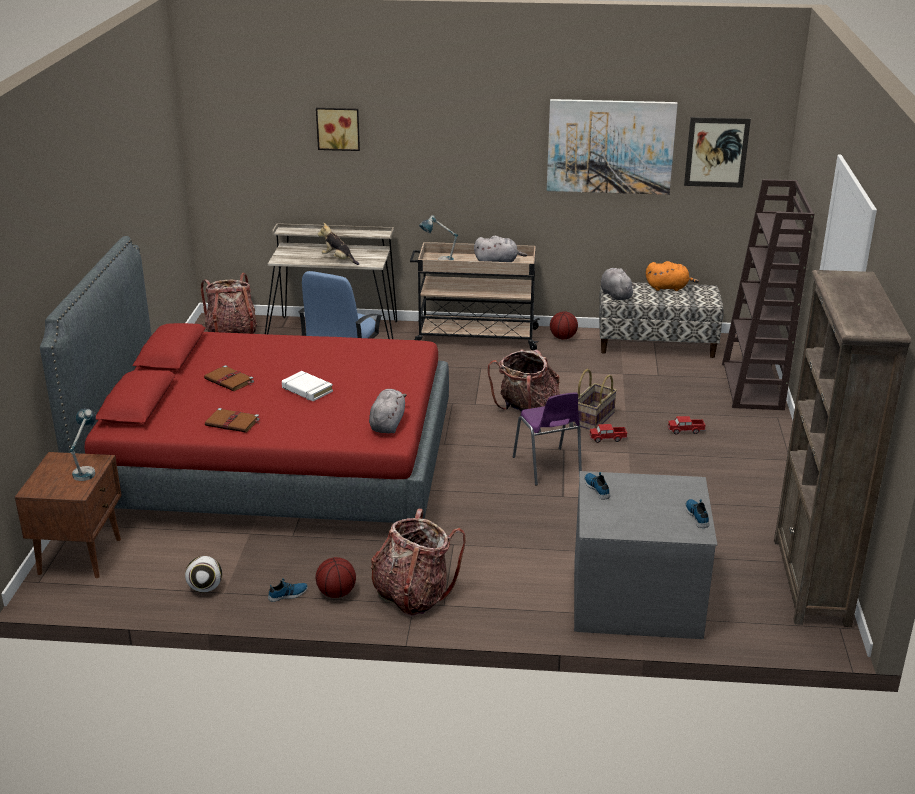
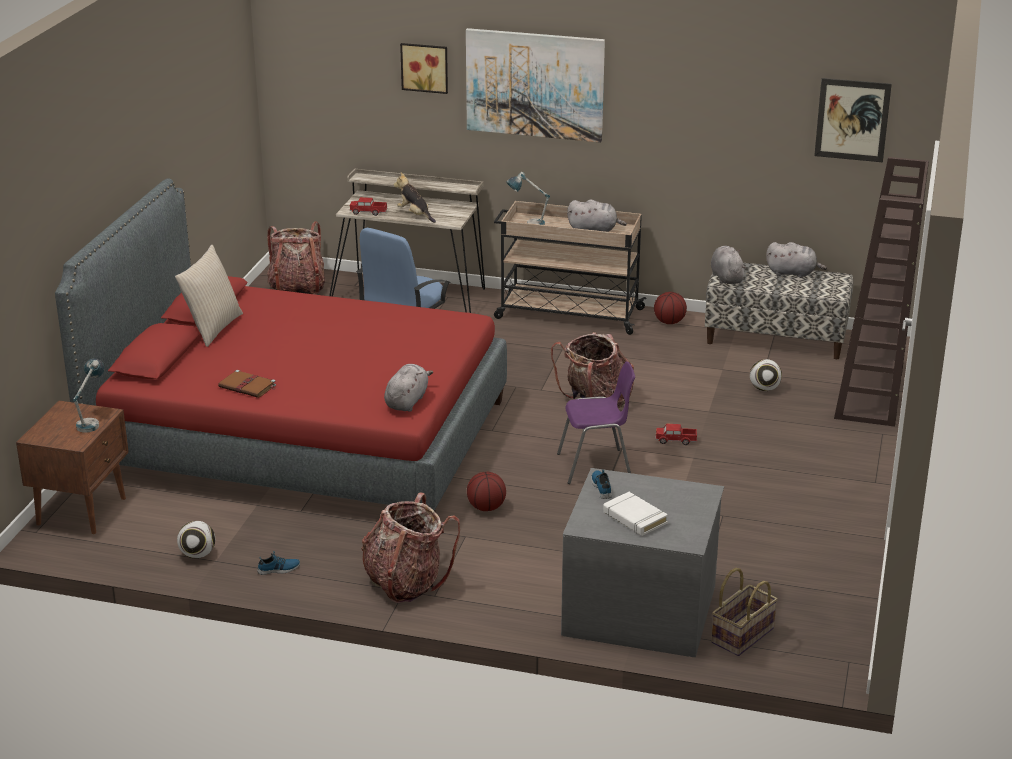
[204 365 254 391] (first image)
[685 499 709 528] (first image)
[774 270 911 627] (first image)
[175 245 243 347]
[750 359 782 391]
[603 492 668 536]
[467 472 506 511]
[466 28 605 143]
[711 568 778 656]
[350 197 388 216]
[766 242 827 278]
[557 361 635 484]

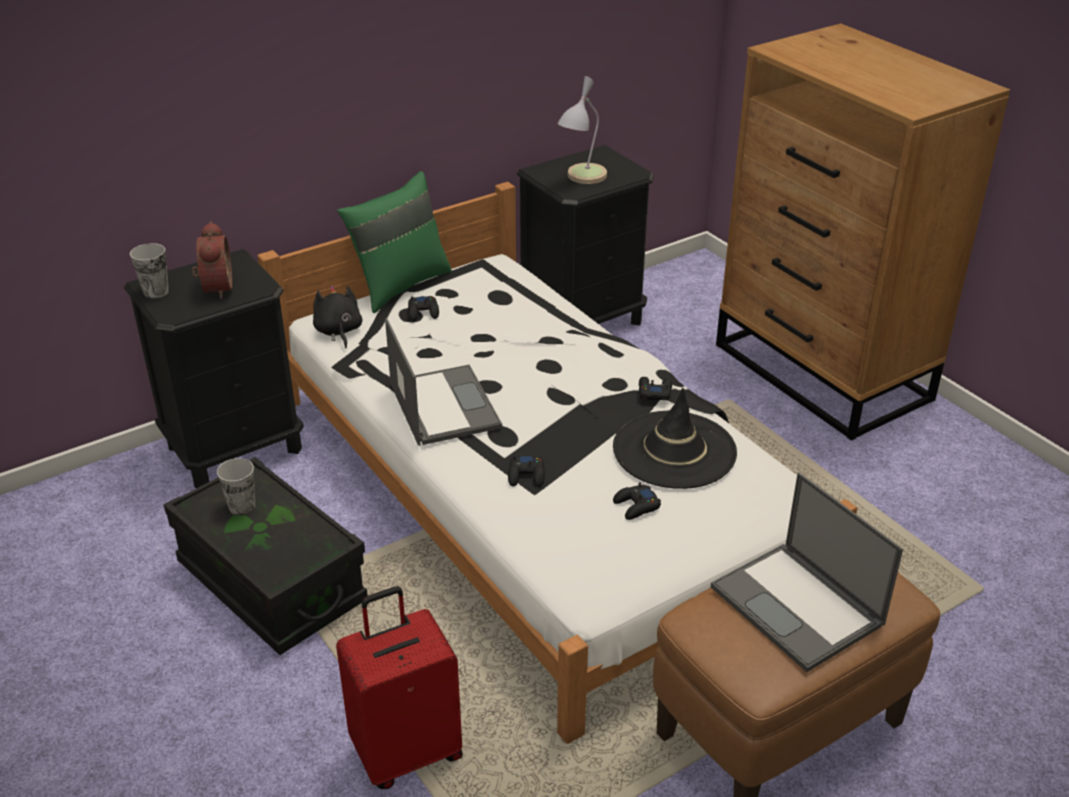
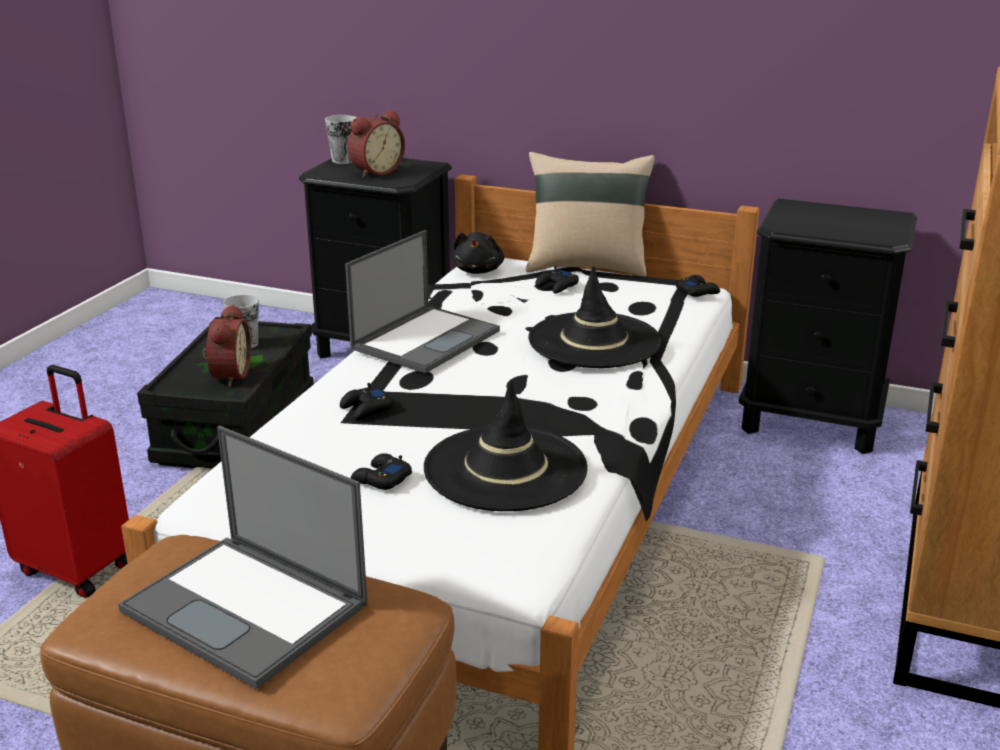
[558 76 607 184] (first image)
[203 304 251 386]
[528 266 662 368]
[676 275 720 297]
[526 152 655 277]
[453 232 504 274]
[118 426 367 689]

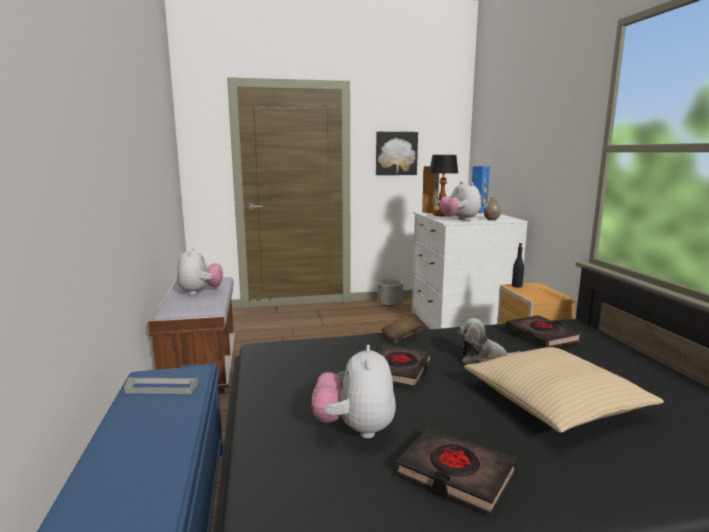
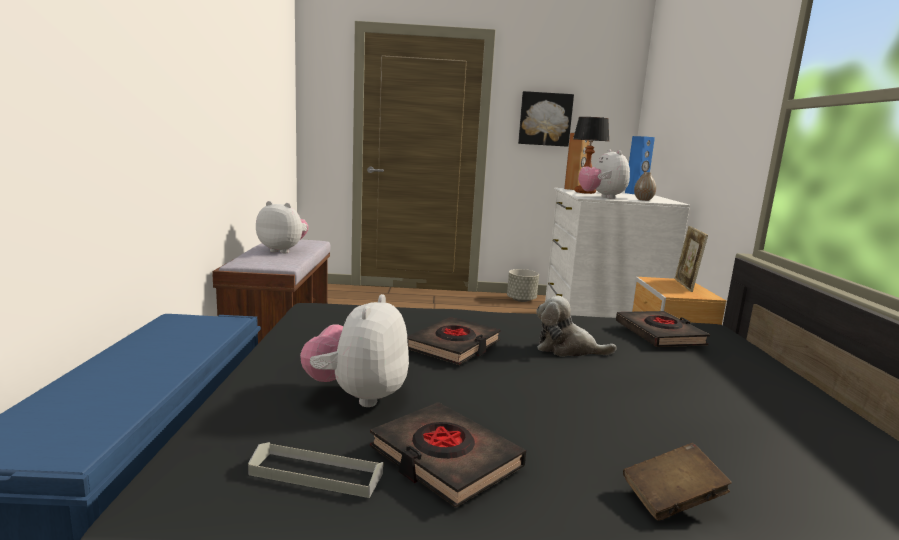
[464 347 664 433] (first image)
[512 243 524 288] (first image)
[675 226 708 292]
[248 442 383 498]
[623 443 732 521]
[256 201 309 253]

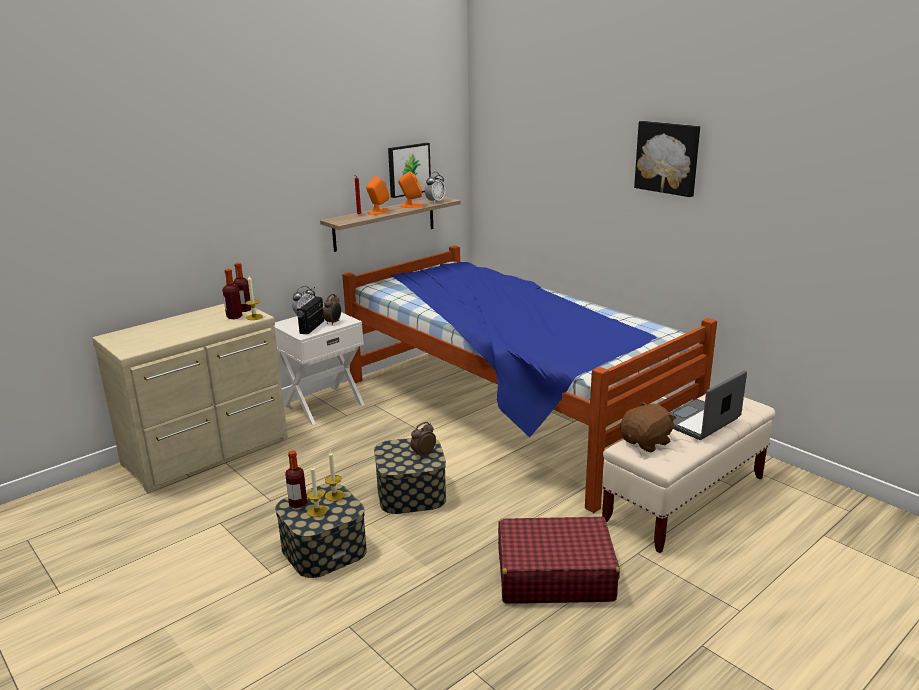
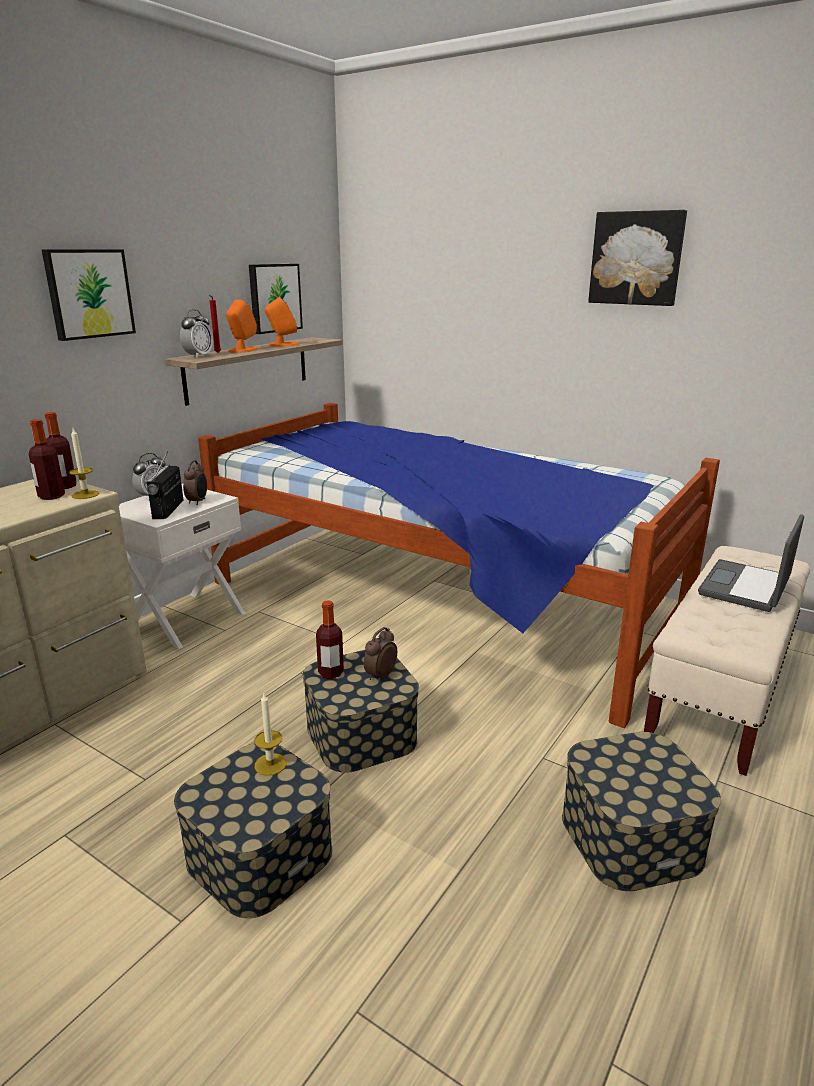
[307 465 327 517] (first image)
[620 402 676 453] (first image)
[42 249 136 341]
[316 600 344 679]
[180 309 213 358]
[562 732 721 891]

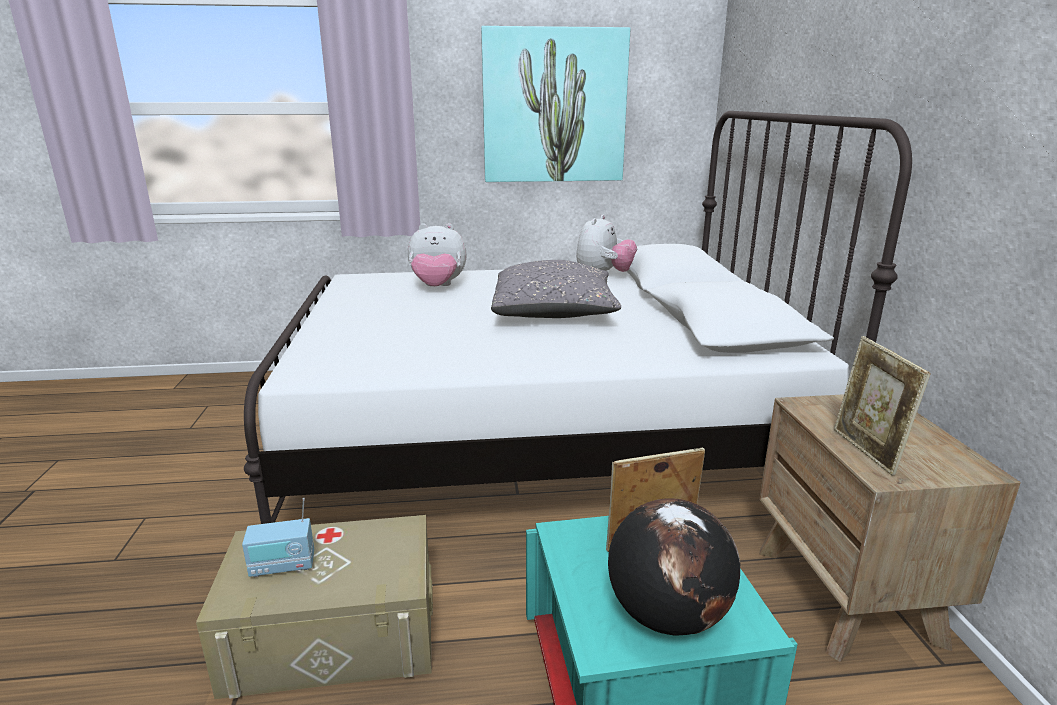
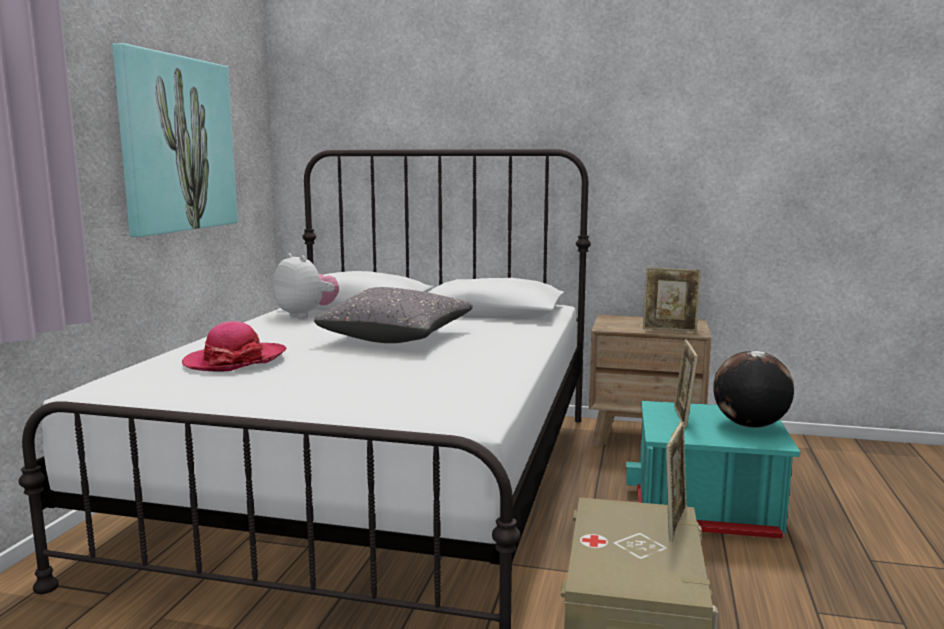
[242 498 314 577] (first image)
[666 422 687 542]
[182 321 286 372]

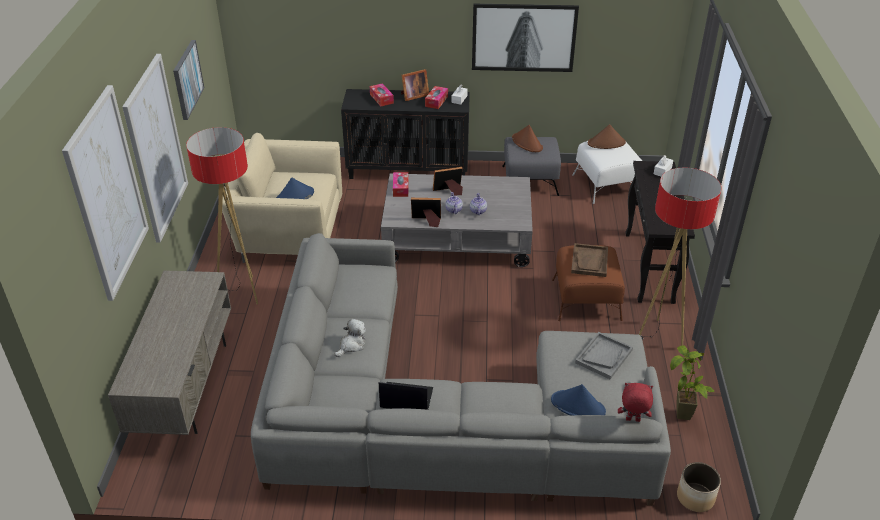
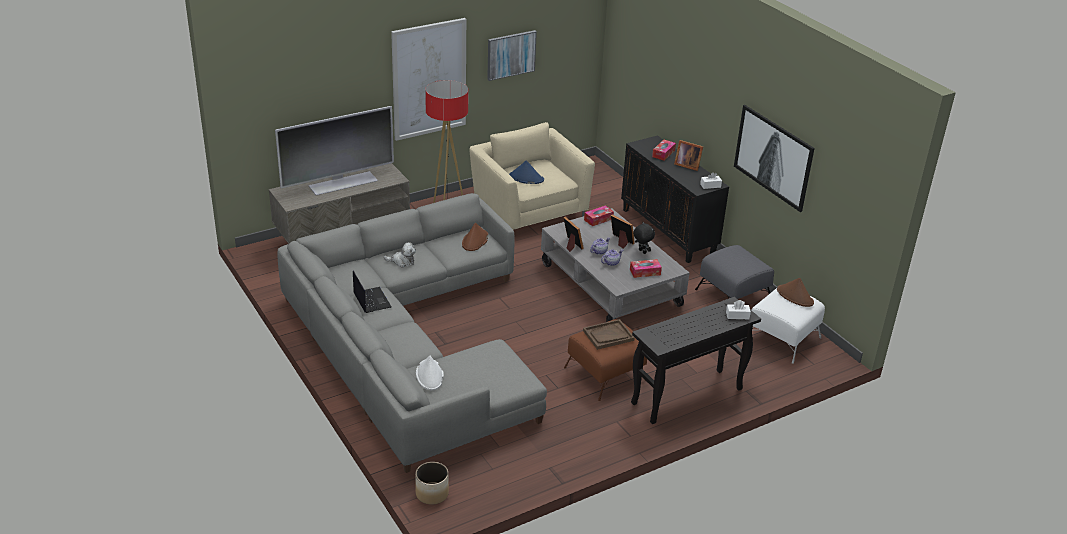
[62 85 149 301] (first image)
[575 332 633 379] (first image)
[618 383 653 422] (first image)
[639 168 722 346] (first image)
[670 345 714 420] (first image)
[275 106 394 195]
[633 222 655 254]
[630 259 662 278]
[462 222 488 251]
[416 356 444 390]

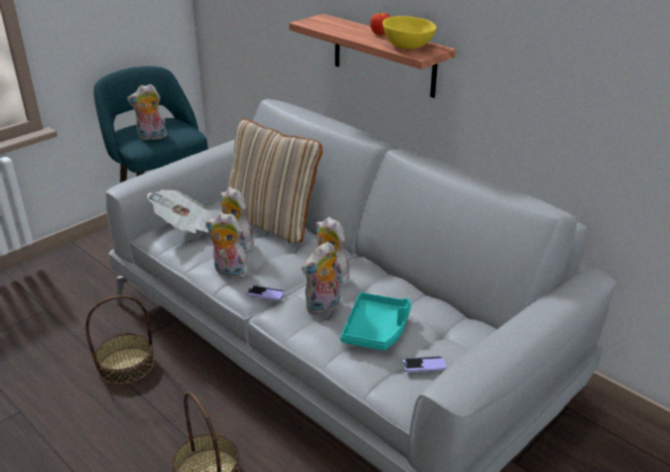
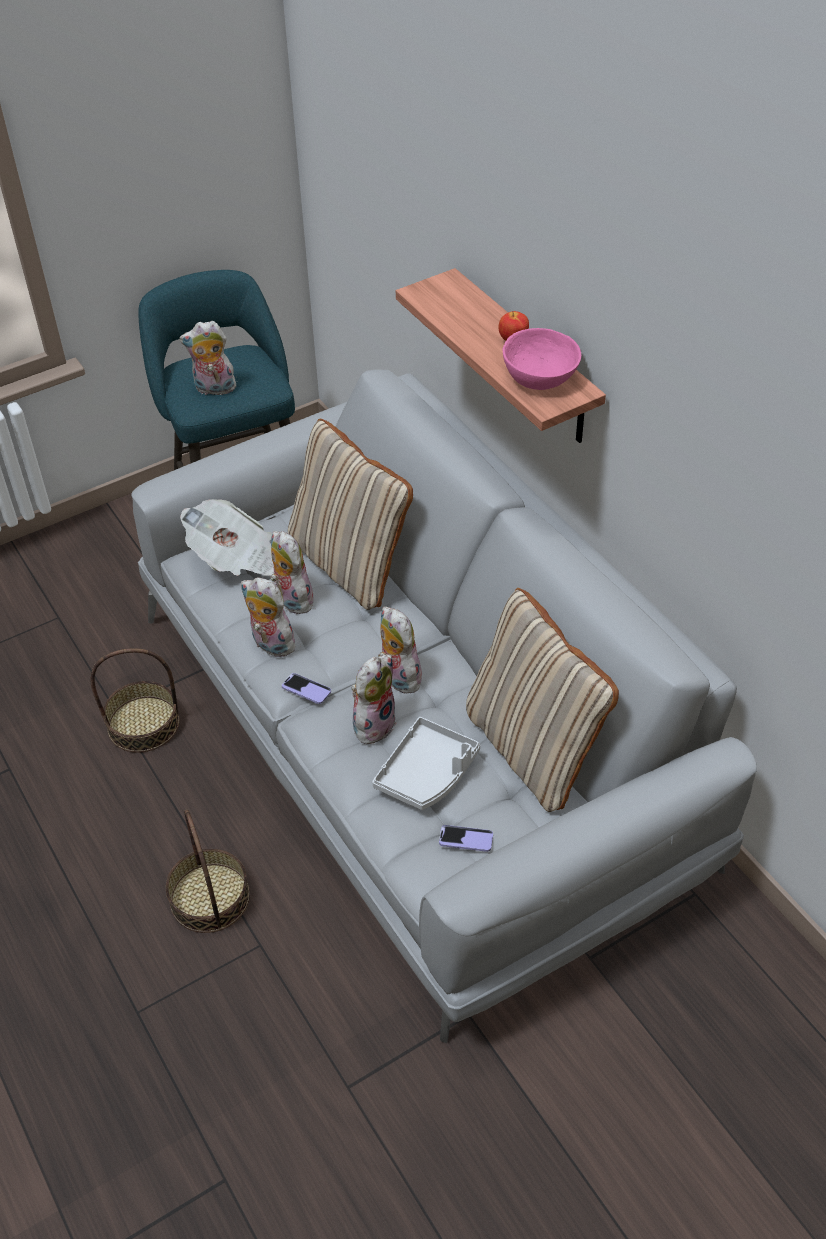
[466 588 619 812]
[372 717 480 810]
[503 328 581 390]
[351 654 397 745]

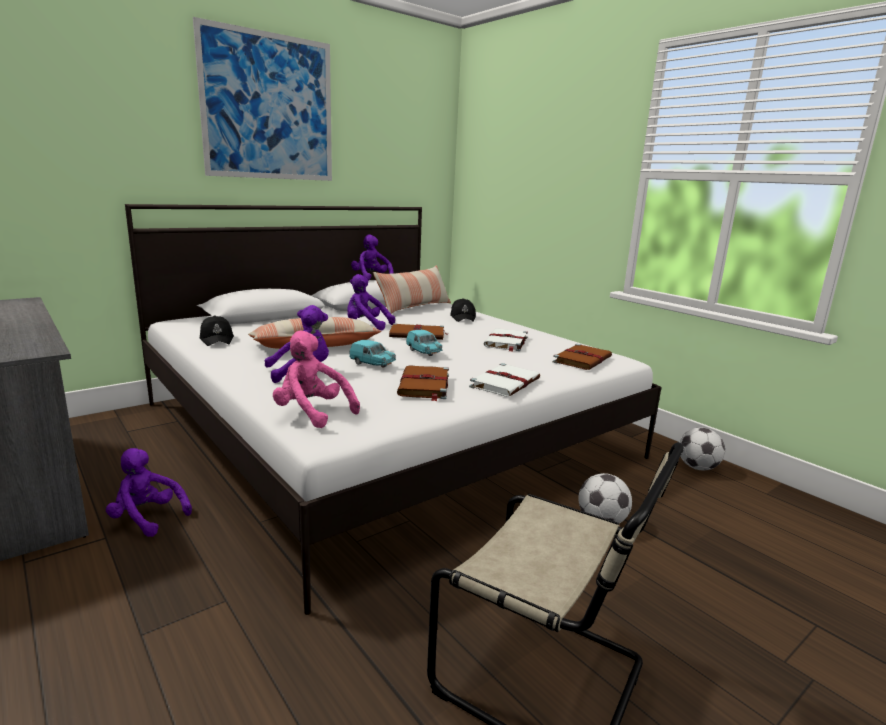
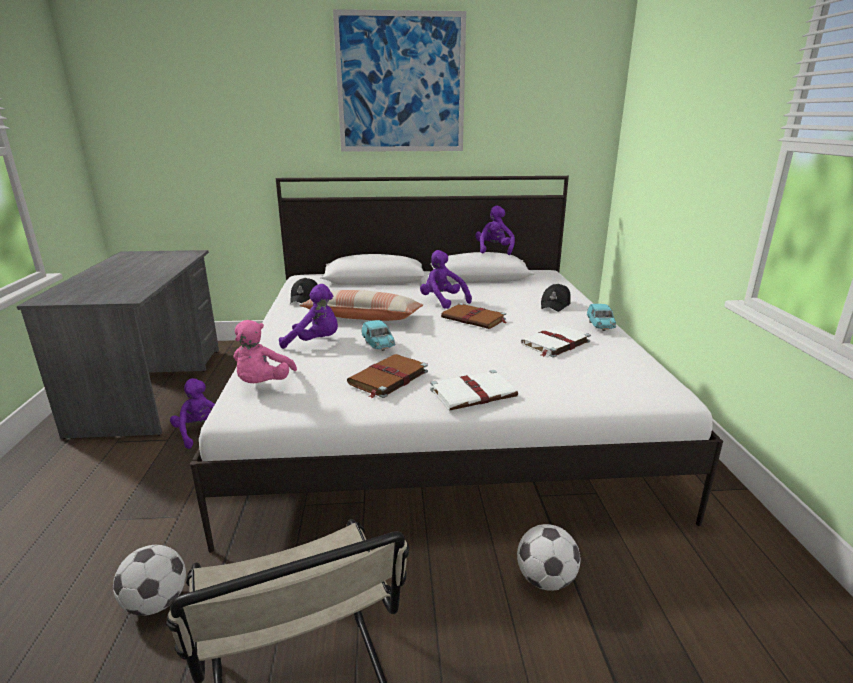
[373 265 451 314] (first image)
[553 344 612 370] (first image)
[587 304 616 331]
[113 545 186 616]
[233 320 297 383]

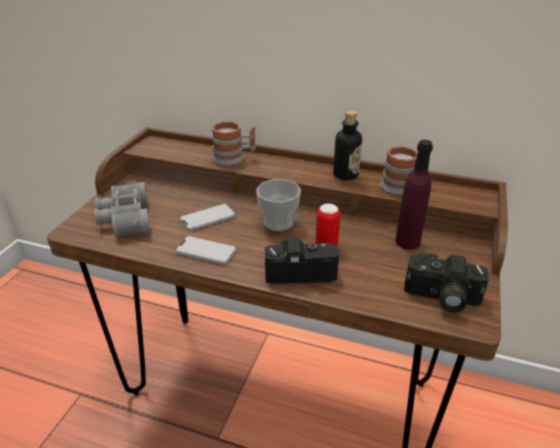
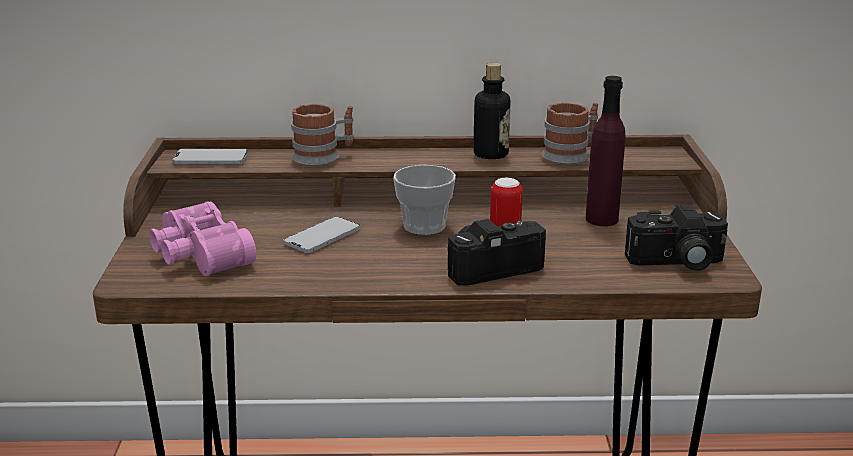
[173 149 248 164]
[149 201 256 276]

